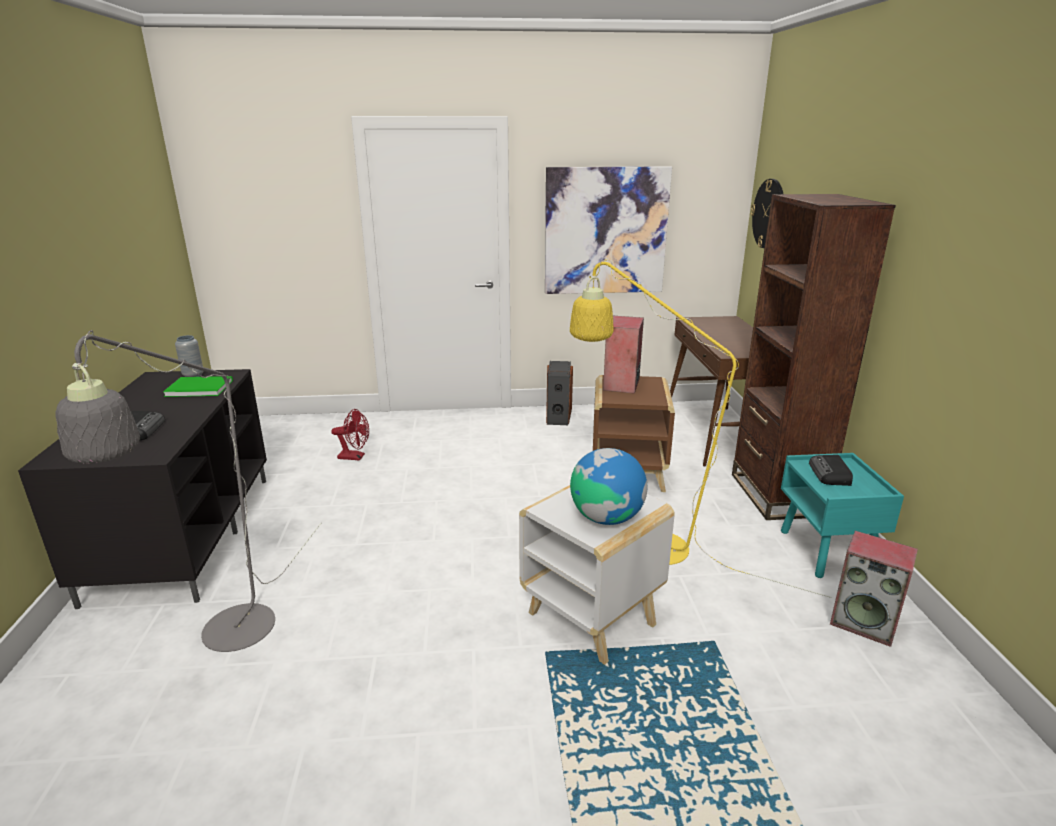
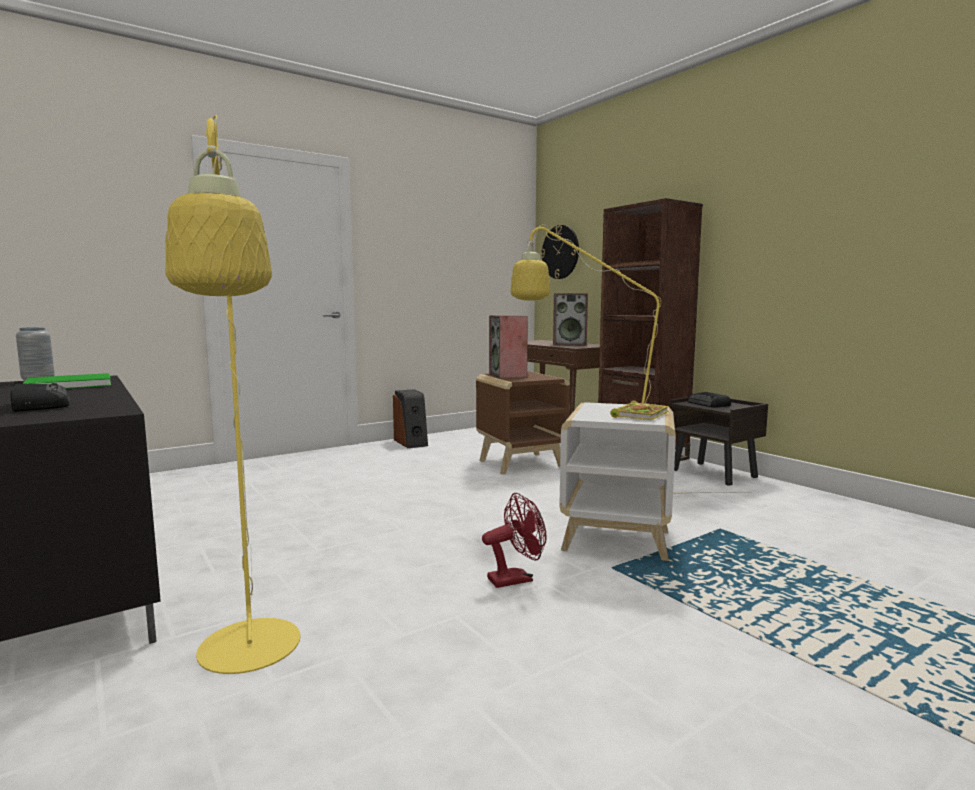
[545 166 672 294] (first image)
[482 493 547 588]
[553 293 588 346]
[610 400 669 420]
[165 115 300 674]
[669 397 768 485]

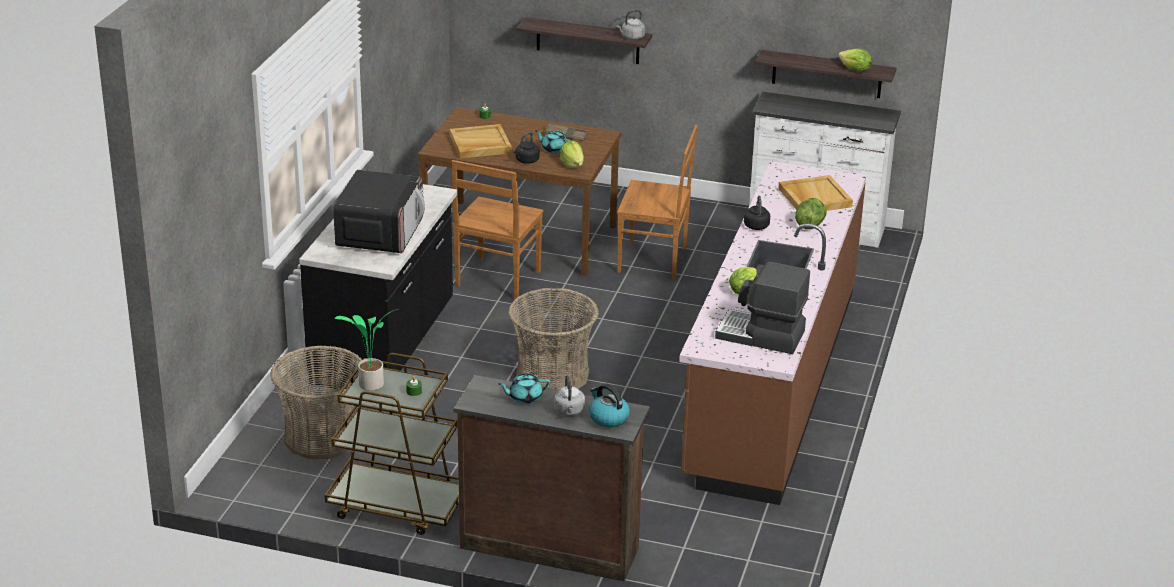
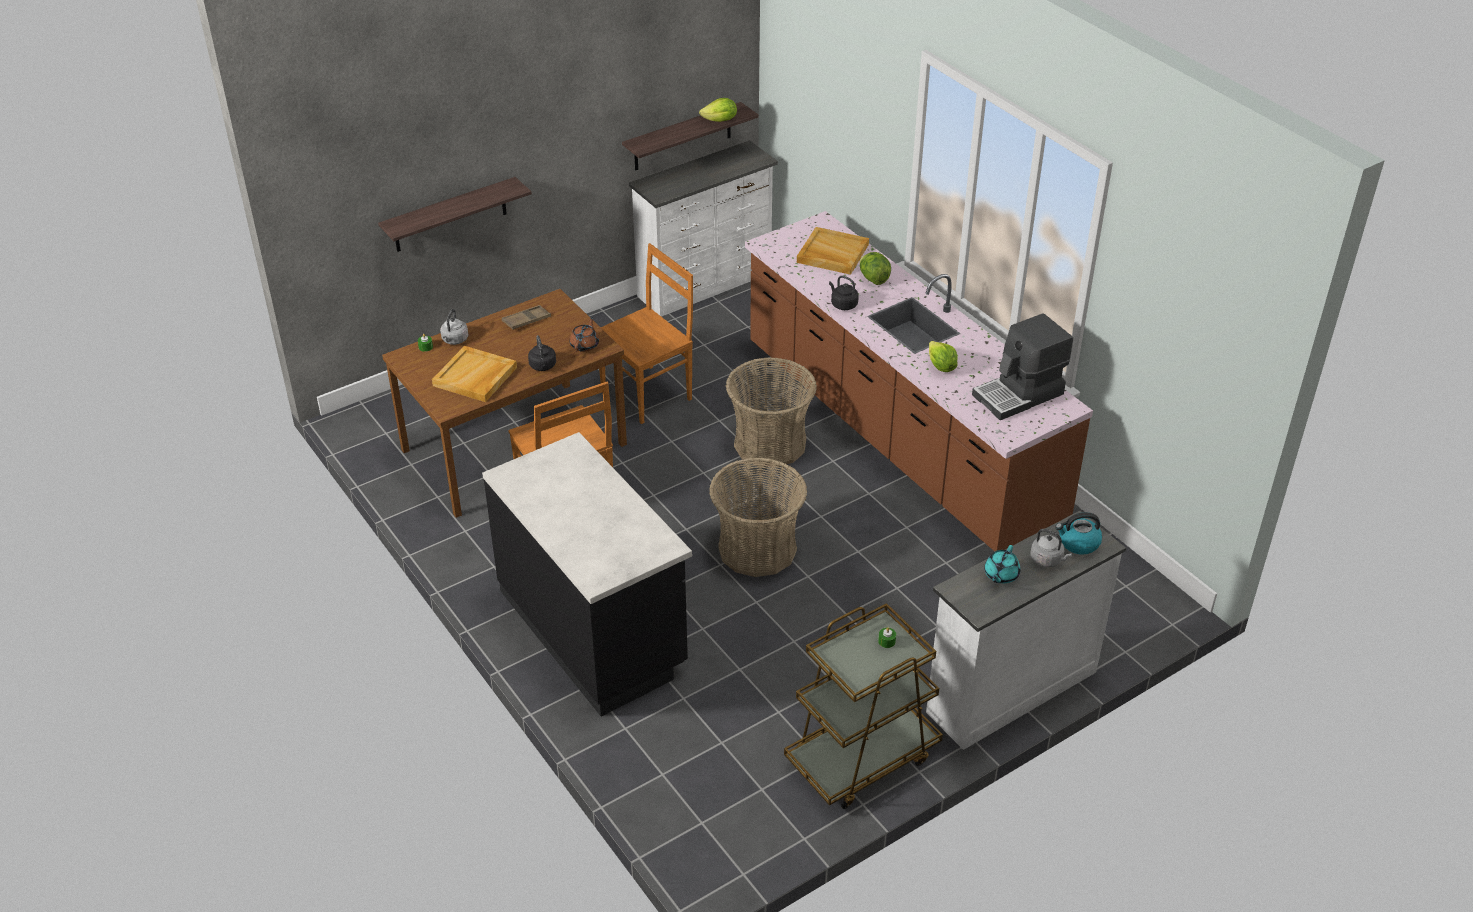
[333 170 425 253] (first image)
[335 309 398 391] (first image)
[535 130 571 153] (first image)
[726 357 817 468]
[440 309 468 345]
[570 317 599 352]
[926 511 1126 750]

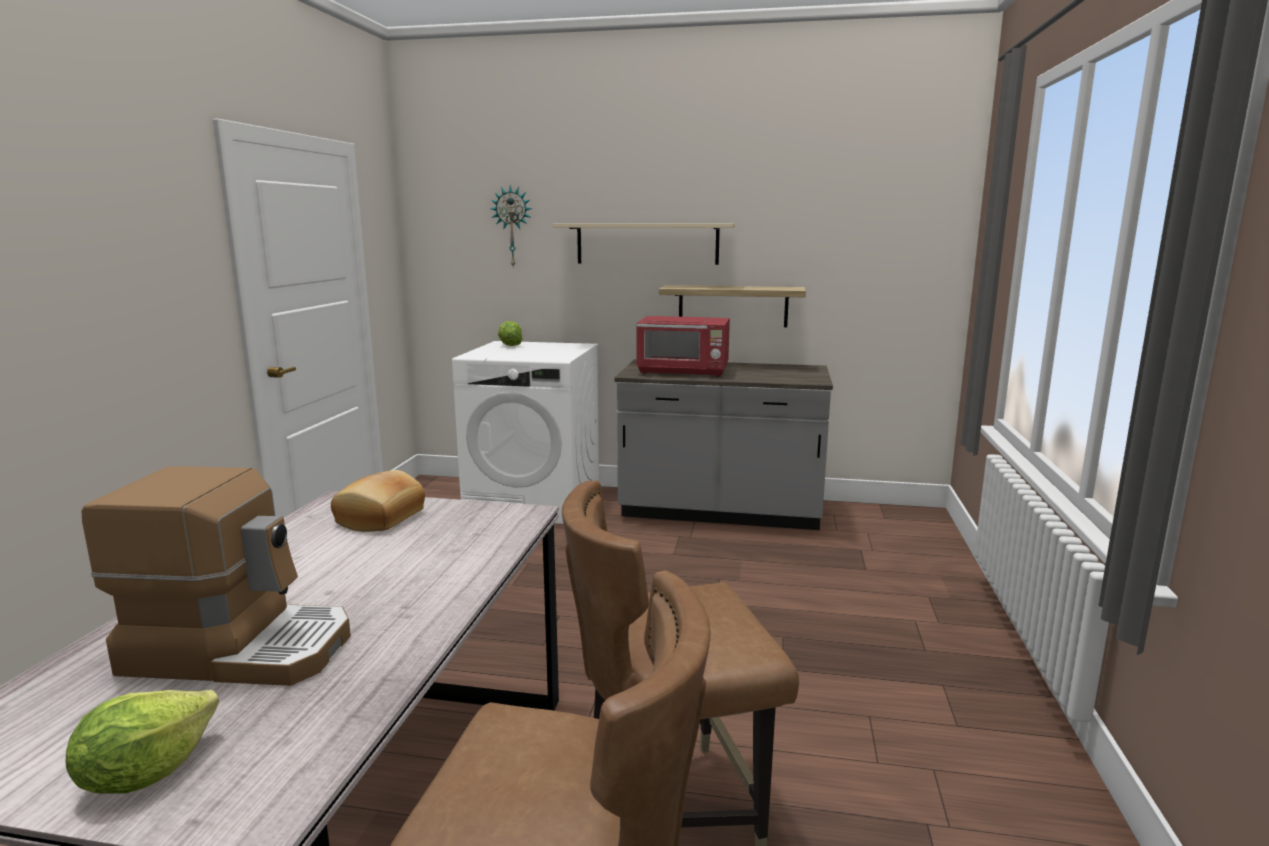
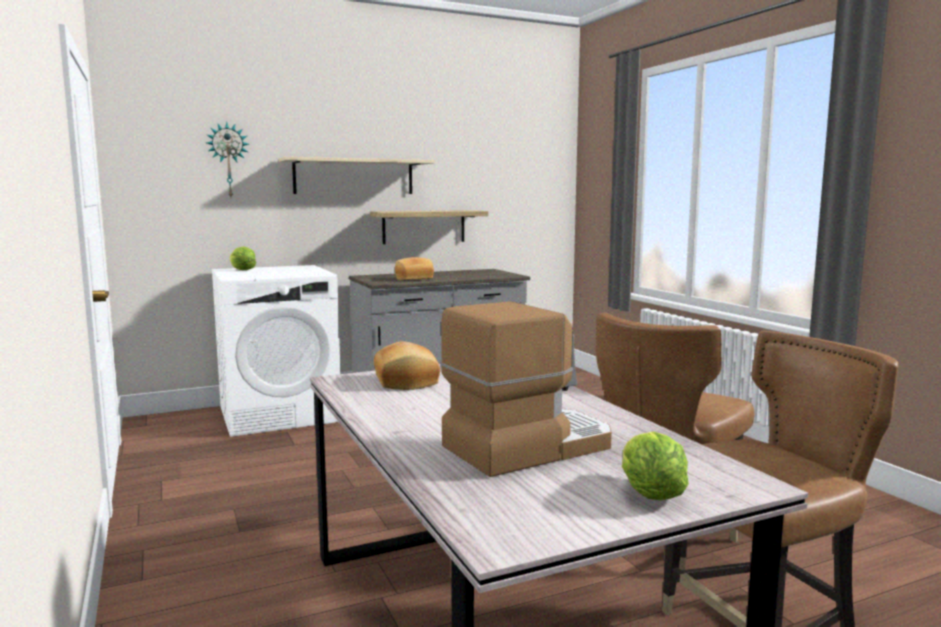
[395 257 434 280]

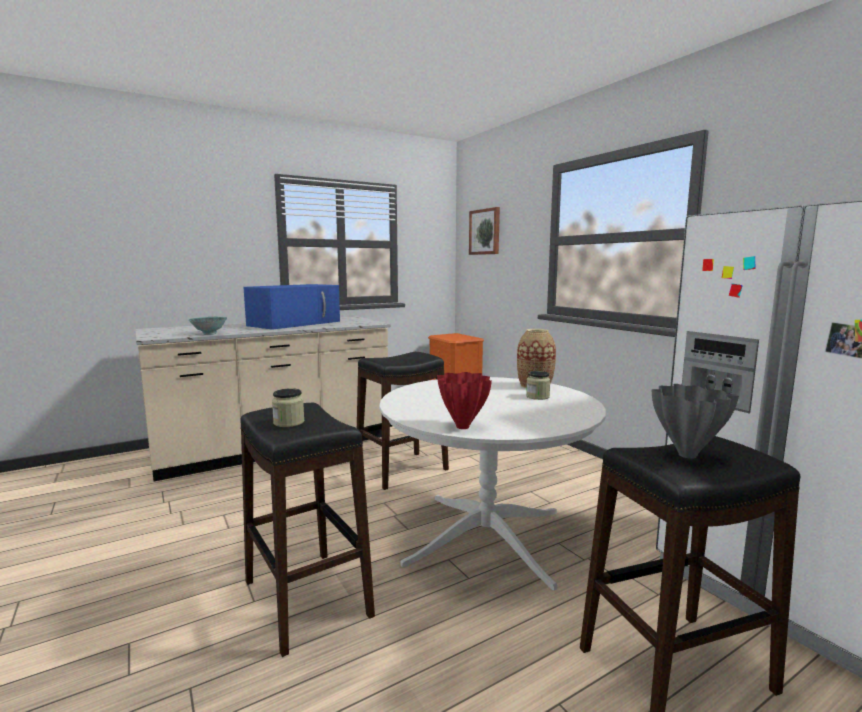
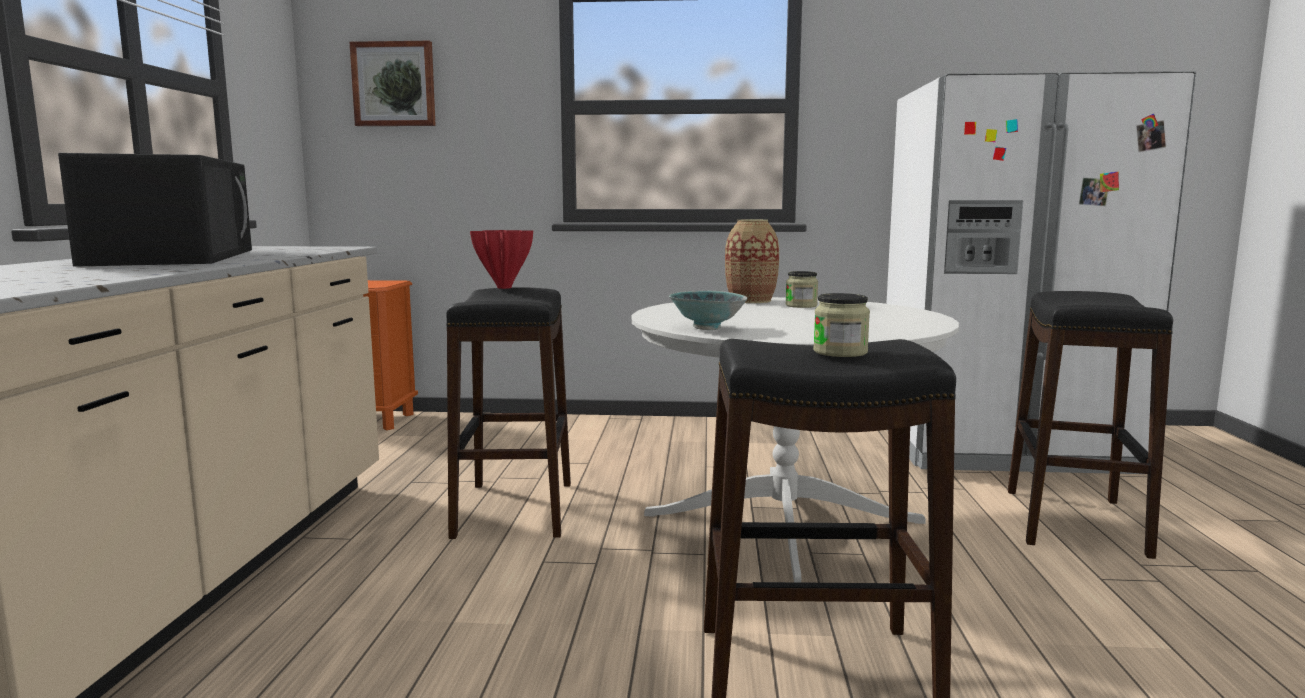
[652 384 739 459] (first image)
[669 291 748 330]
[470 230 533 289]
[58 153 252 267]

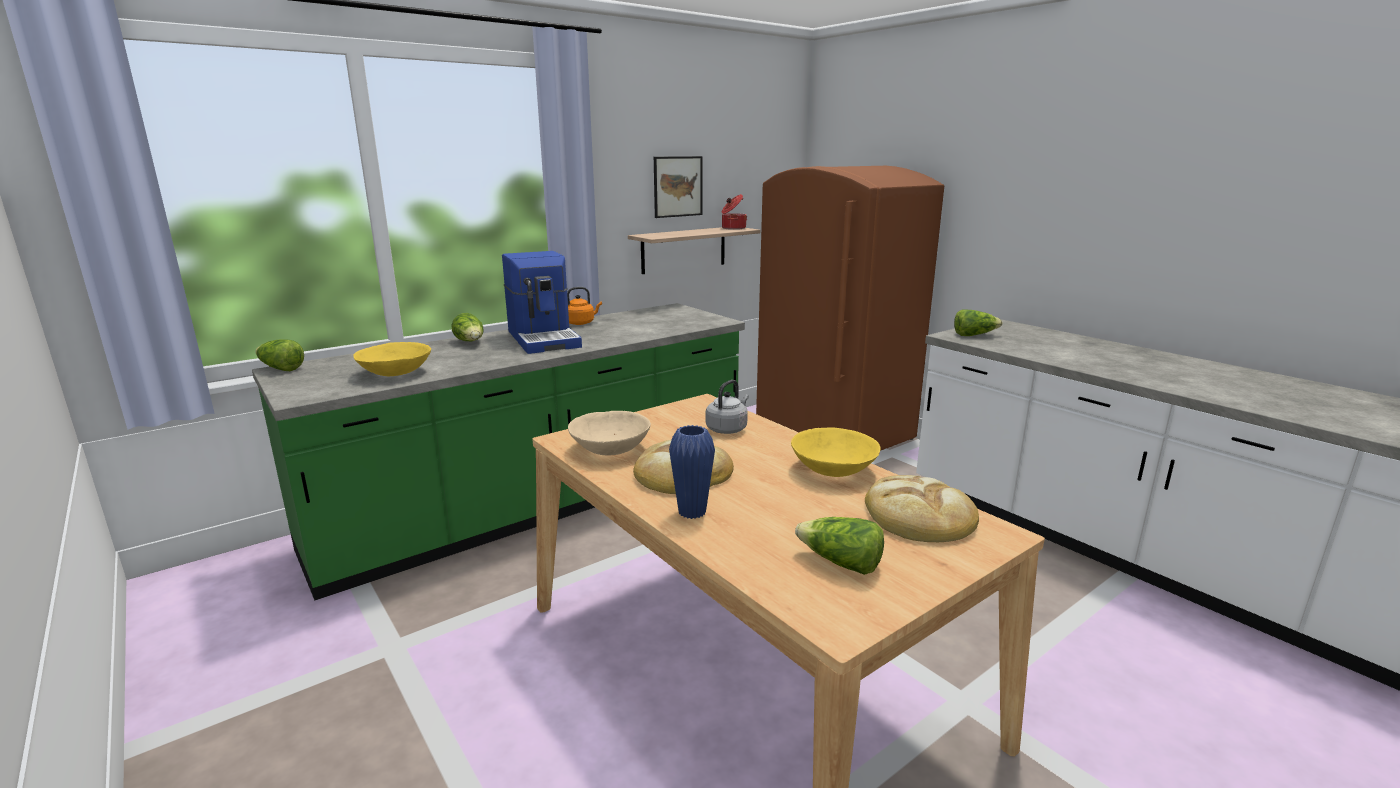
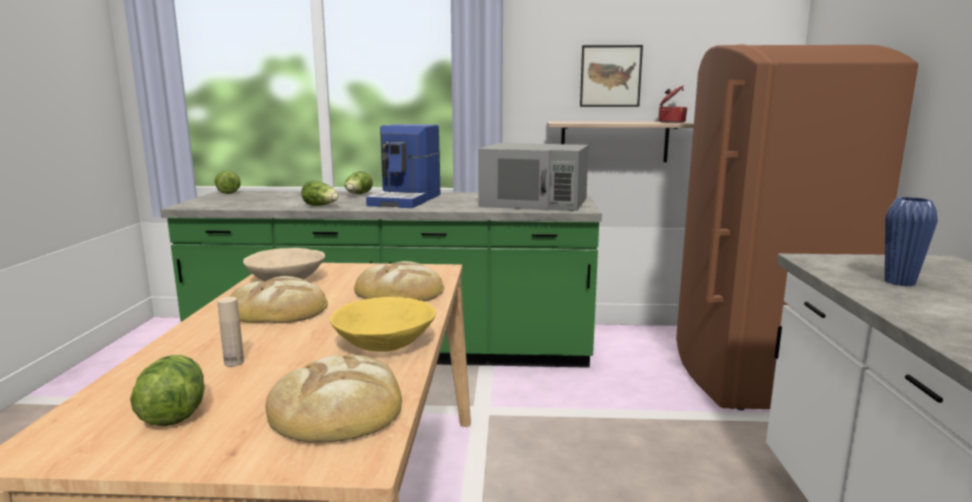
[353 342 431 376] (first image)
[567 287 602 325] (first image)
[218 297 244 367]
[478 143 589 211]
[885 197 938 287]
[301 180 339 206]
[354 261 444 302]

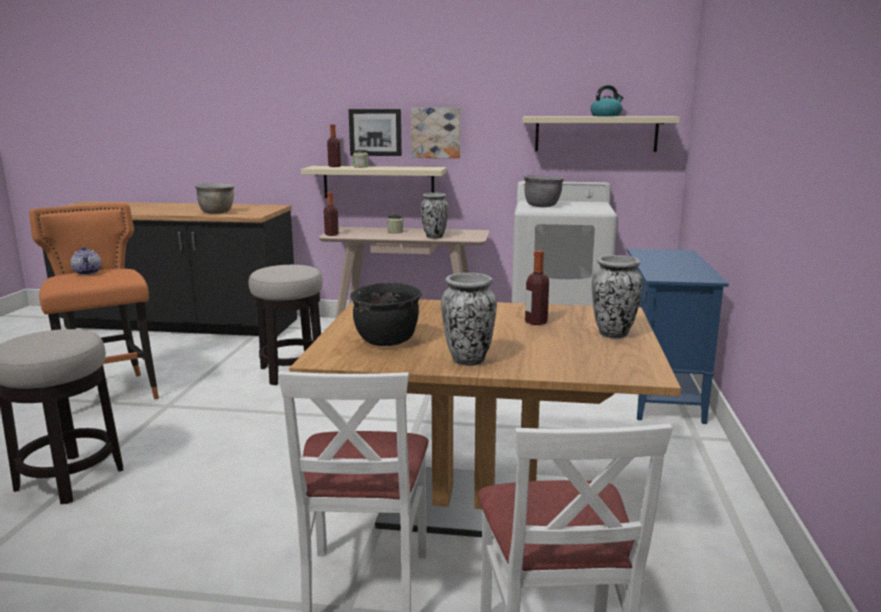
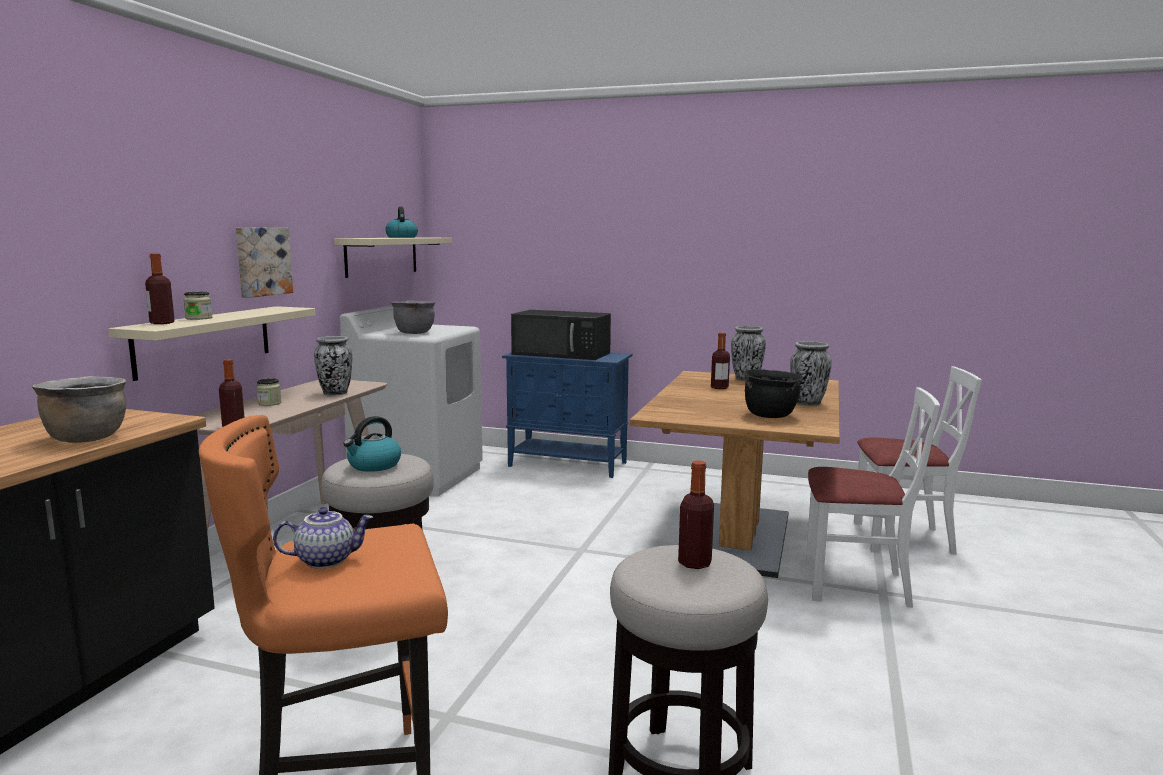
[348 109 402 156] (first image)
[343 416 401 472]
[511 310 611 360]
[678 460 714 569]

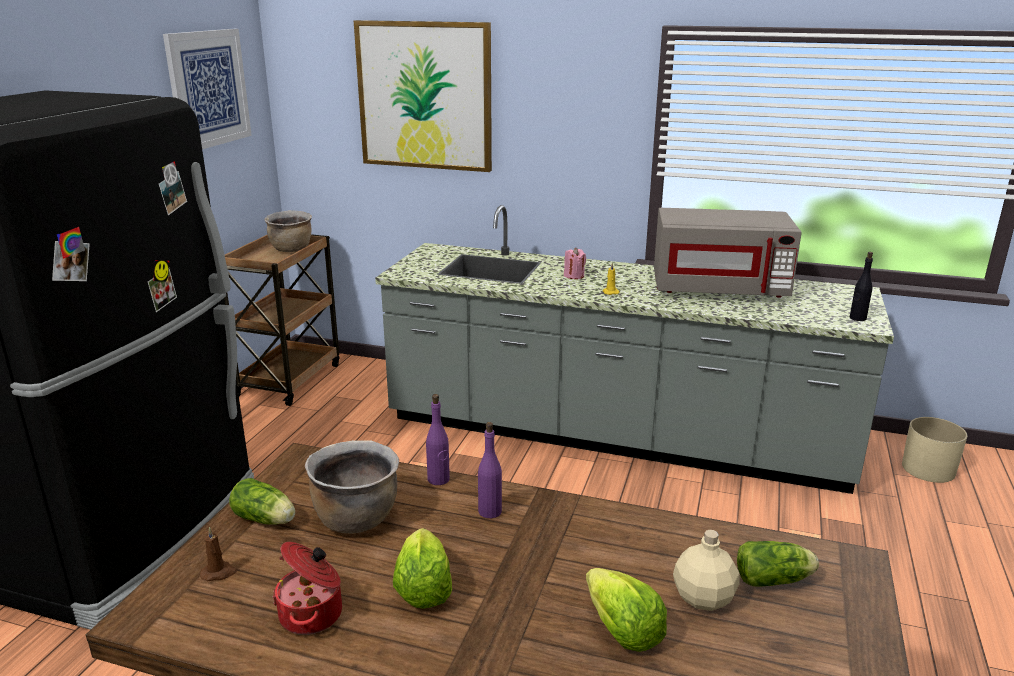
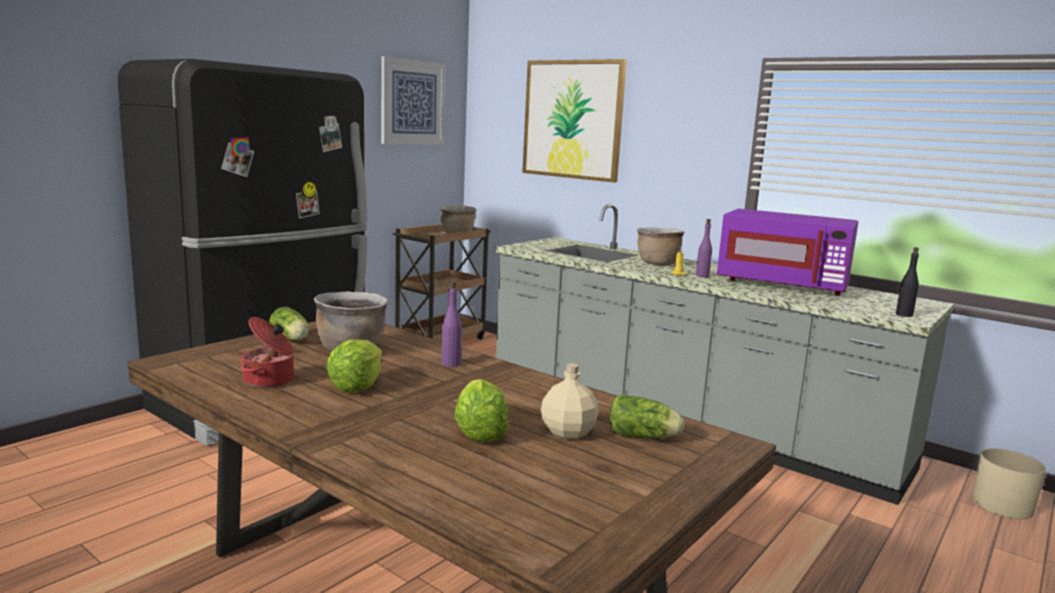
[200 527 237 581] (first image)
[696 219 712 277]
[637 227 684 265]
[717 209 858 296]

